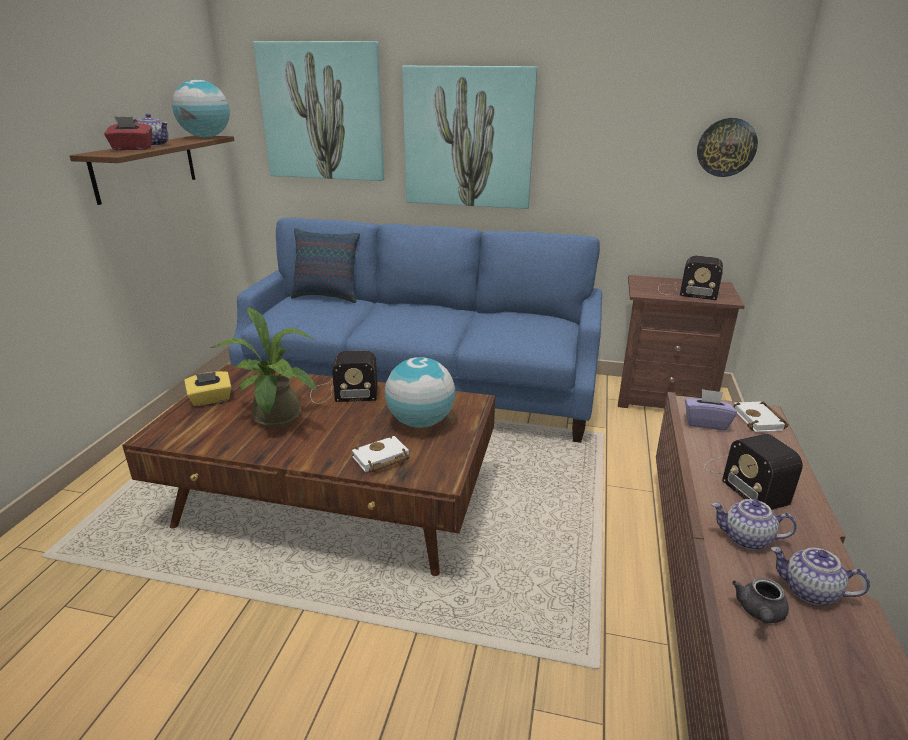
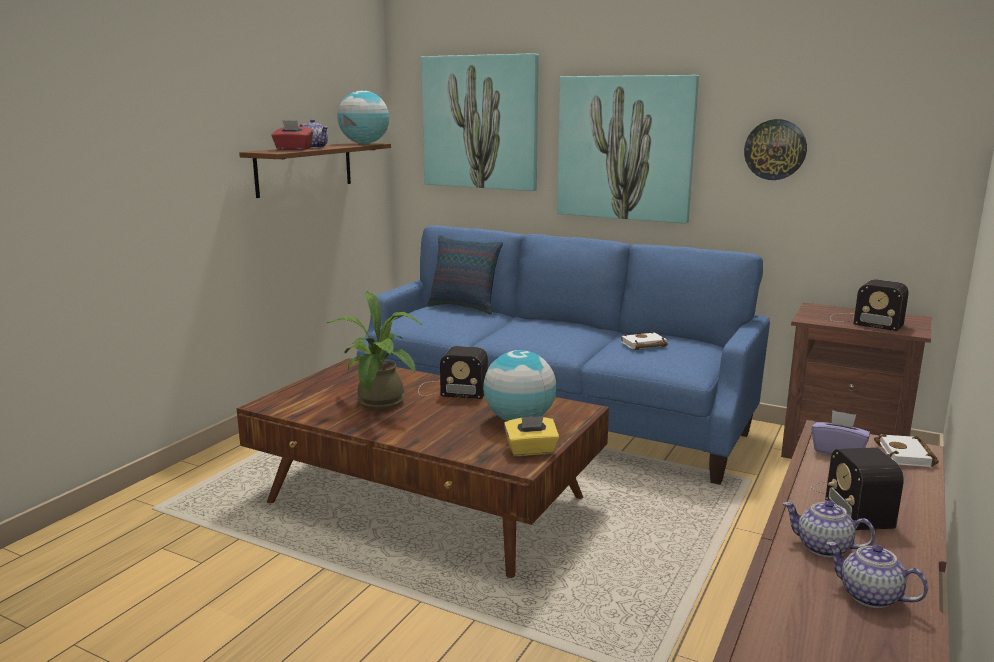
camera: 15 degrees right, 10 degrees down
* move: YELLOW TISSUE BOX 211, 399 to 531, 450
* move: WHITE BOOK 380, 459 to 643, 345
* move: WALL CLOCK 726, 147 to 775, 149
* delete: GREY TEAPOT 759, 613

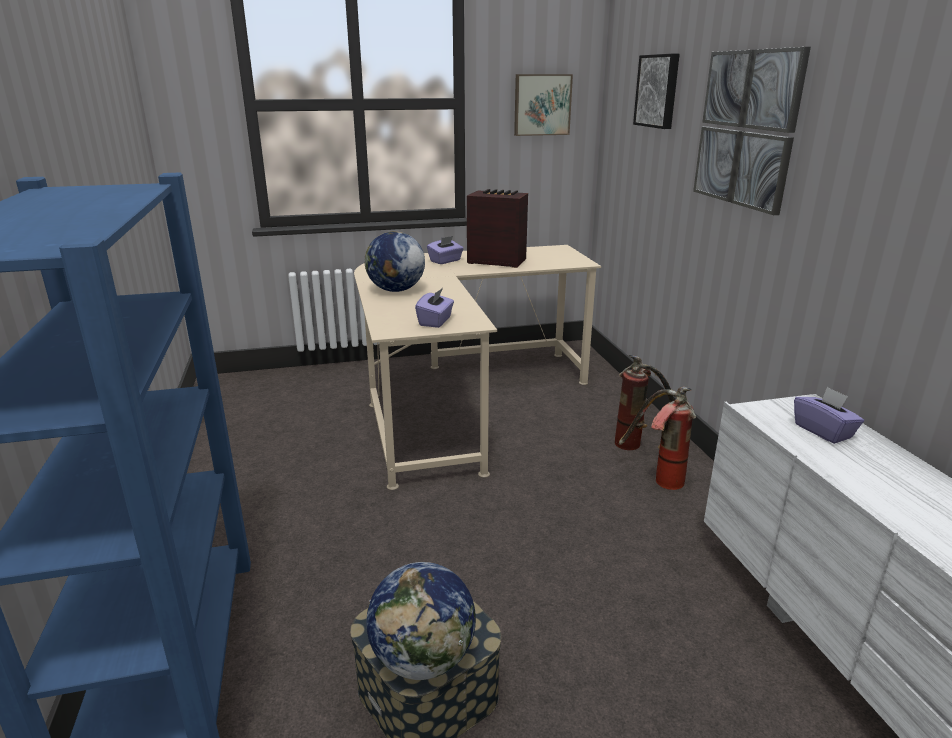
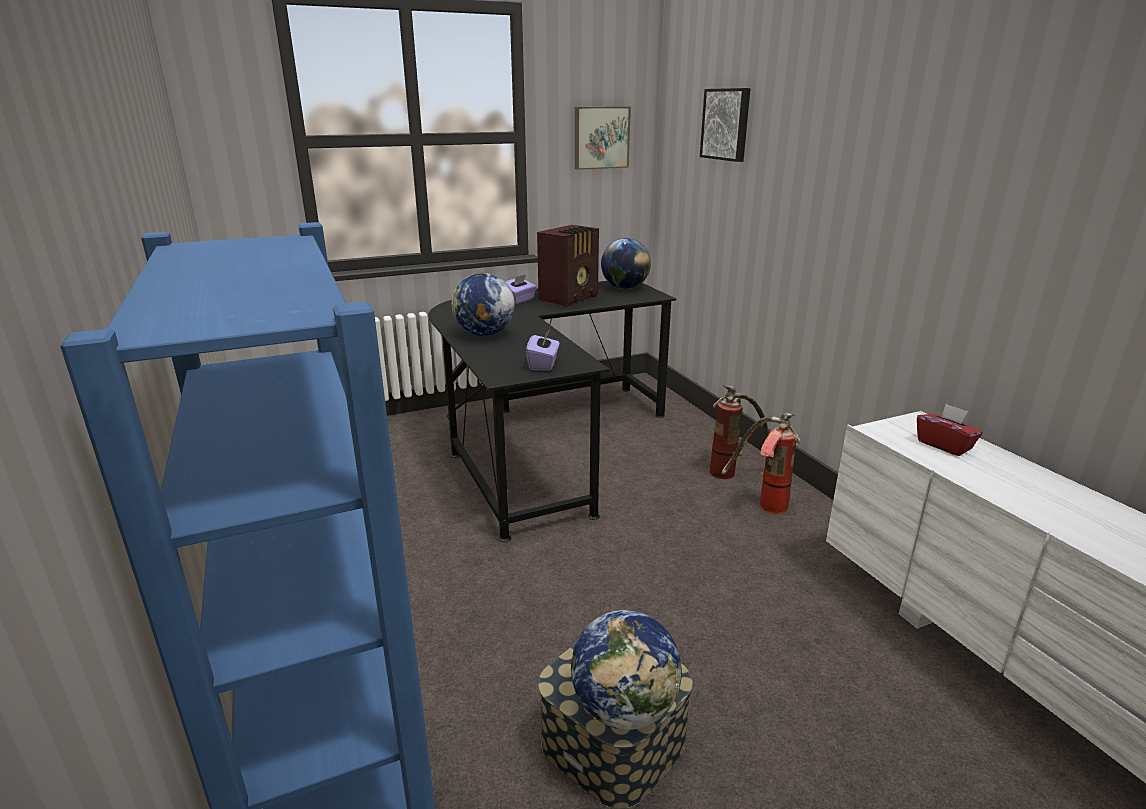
camera: 10 degrees left, 0 degrees up
* recolor: BEIGE DESK 459, 400 to BLACK DESK 542, 443
* rotate: RADIO 496, 261 = 570, 298 120 degrees clockwise
* insert: GLOBE 625, 288
* recolor: PURPLE TISSUE BOX 823, 431 to RED TISSUE BOX 944, 445
* delete: PICTURE 746, 129

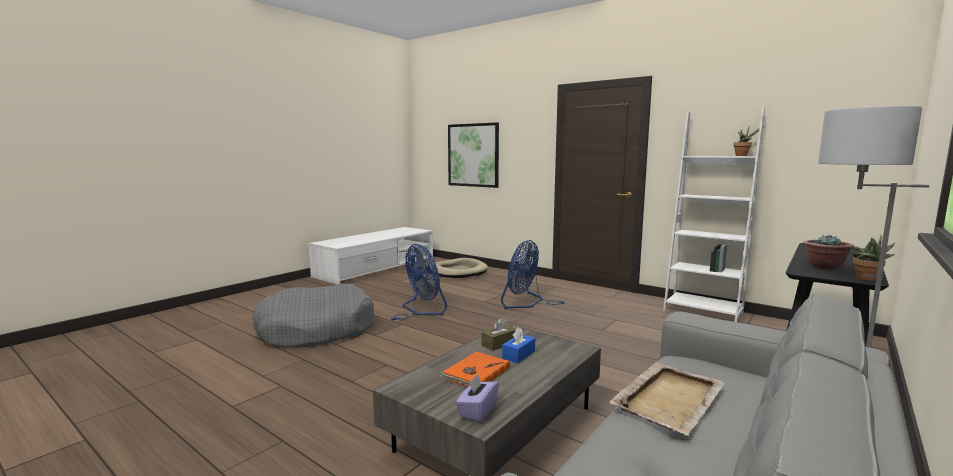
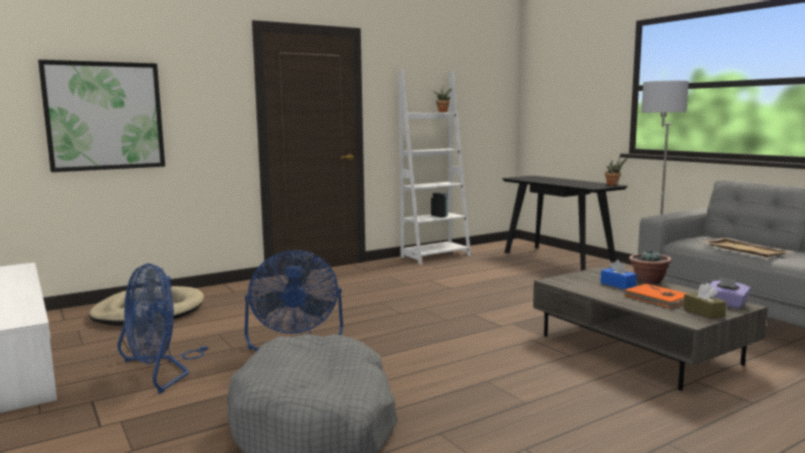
camera: 70 degrees left, 0 degrees up
* move: BLUE FAN 529, 302 to 162, 369
* move: POTTED PLANT 824, 267 to 648, 281
* move: BROWN TISSUE BOX 499, 344 to 703, 312

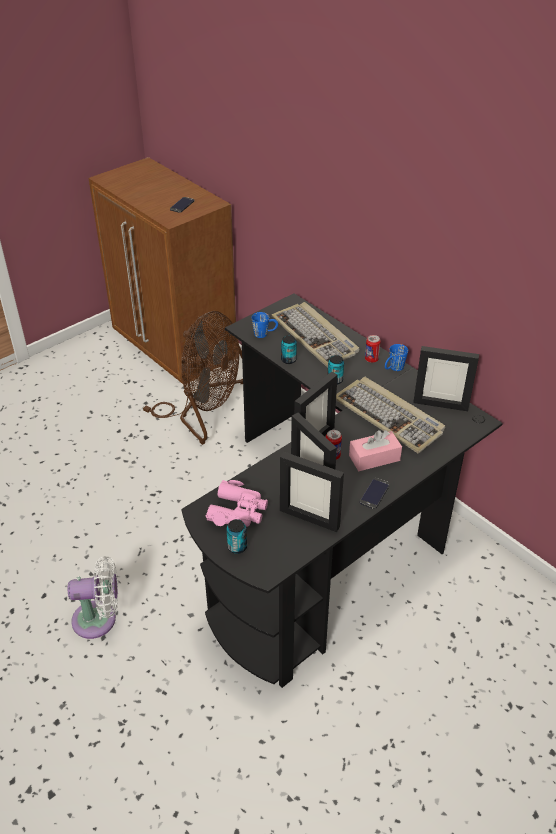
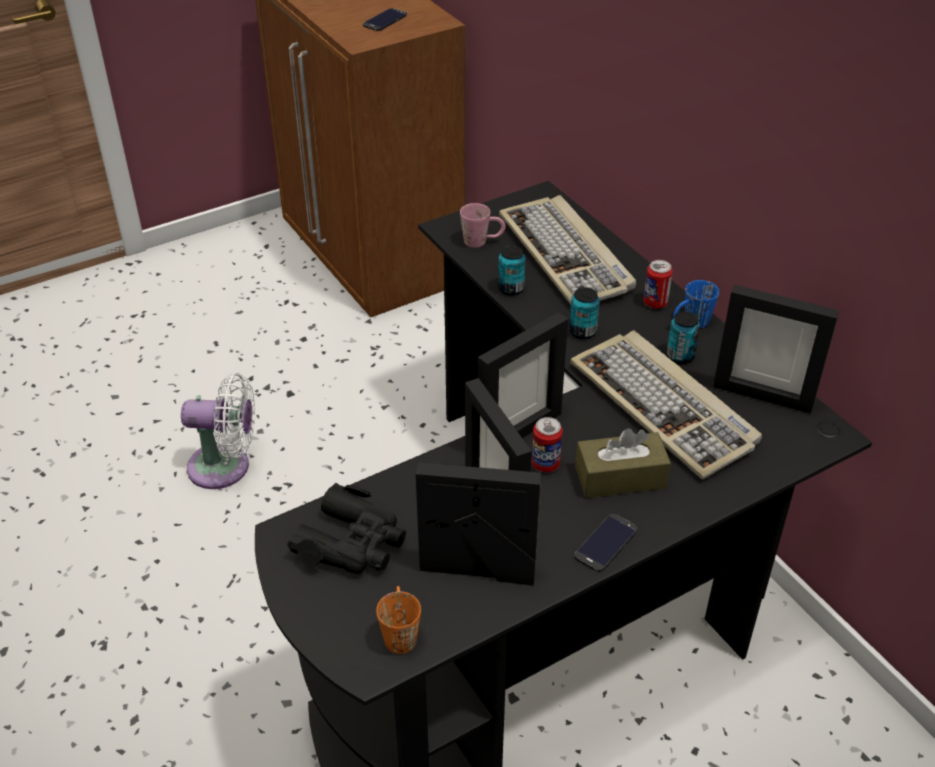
camera: 10 degrees right, 0 degrees up
* move: WHITE FAN 99, 619 to 225, 467
* recolor: PINK BINOCULARS 238, 511 to BLACK BINOCULARS 352, 543
* insert: ORANGE MUG 399, 632
* rotate: PICTURE FRAME 310, 517 = 477, 572 150 degrees clockwise
* recolor: BLUE MUG 265, 333 to PINK MUG 482, 241
* recolor: PINK TISSUE BOX 374, 458 to BROWN TISSUE BOX 620, 477
* move: CAN 237, 547 to 680, 356
* delete: BROWN FAN 203, 409

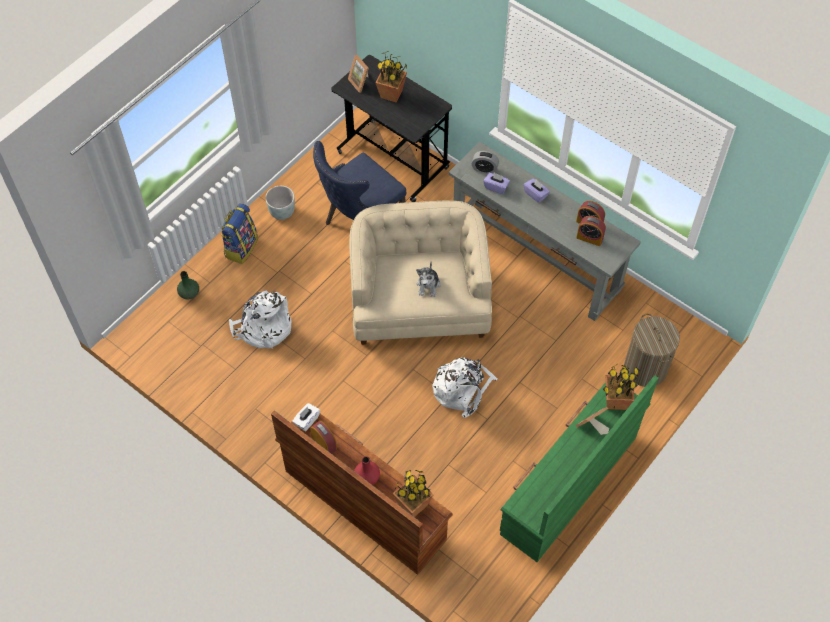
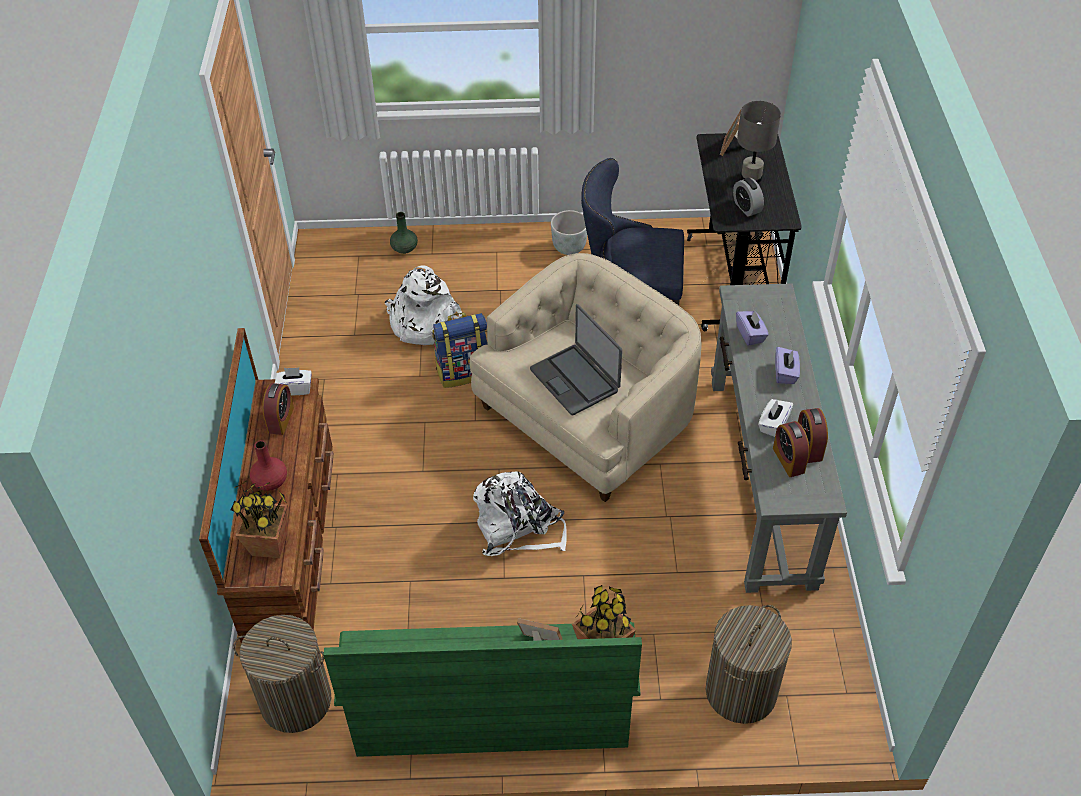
camera: 50 degrees right, 10 degrees down
* insert: LAUNDRY BASKET 295, 700
* move: BACKPACK 241, 247 to 463, 372
* replace: PLUSH TOY 428, 285 to LAPTOP 575, 380
* move: ALARM CLOCK 484, 169 to 746, 208
* replace: POTTED PLANT 391, 94 to GREY TABLE LAMP 751, 177
* insert: WHITE TISSUE BOX 773, 425

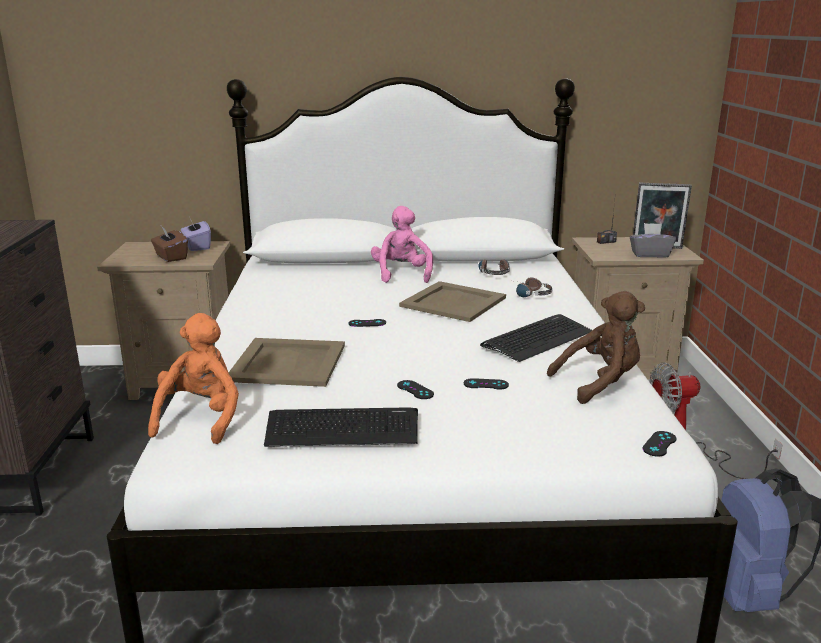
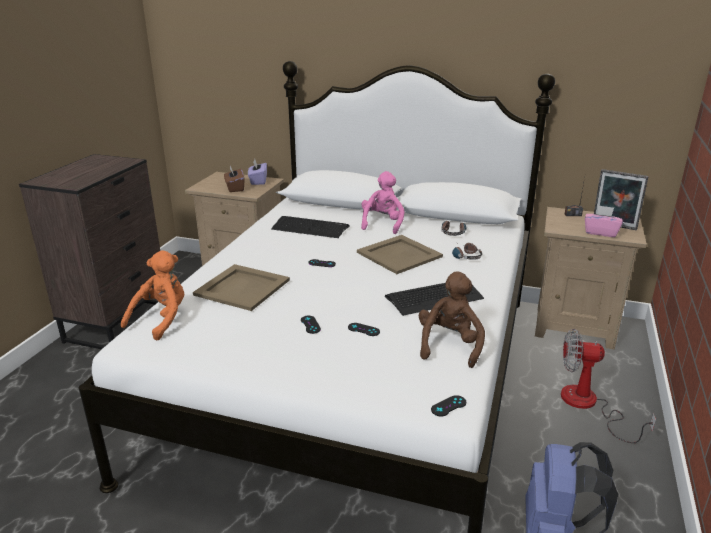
camera: 20 degrees right, 5 degrees up
* move: KEYBOARD 342, 429 to 310, 228
* rotate: BROWN PLUSH TOY 600, 383 = 449, 345 75 degrees counterclockwise
* recolor: GREY TISSUE BOX 650, 254 to PINK TISSUE BOX 600, 232

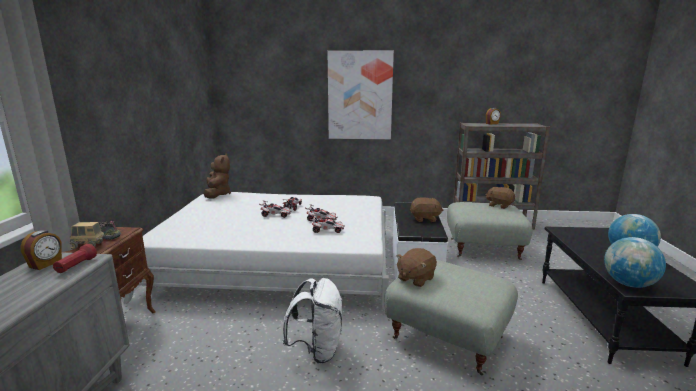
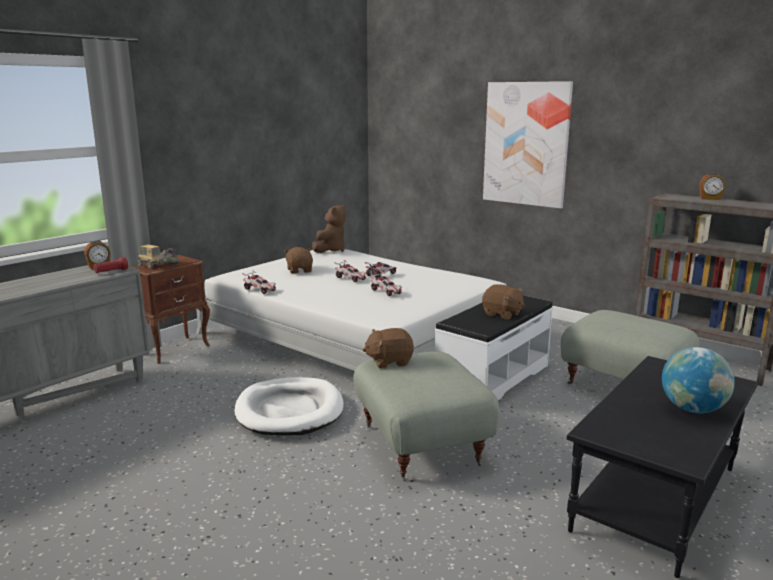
camera: 35 degrees right, 0 degrees up
* replace: WHITE BACKPACK 317, 350 to WHITE DOG BED 290, 411
* move: TOY CAR 327, 230 to 260, 290
* move: BROWN PLUSH TOY 499, 205 to 300, 270
* delete: GLOBE 628, 284

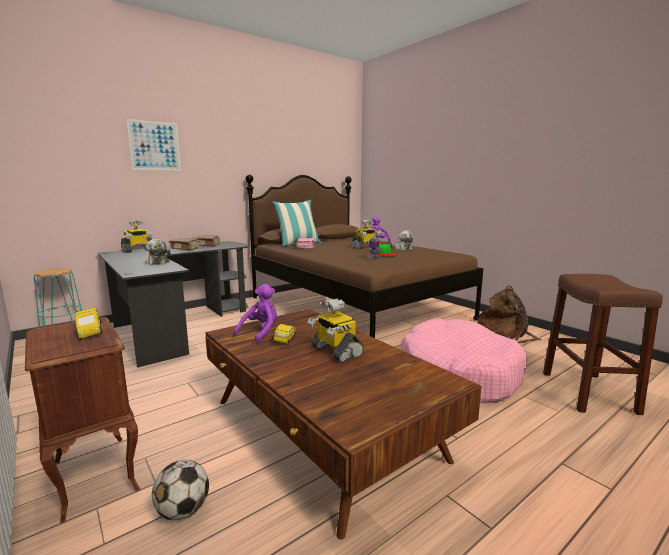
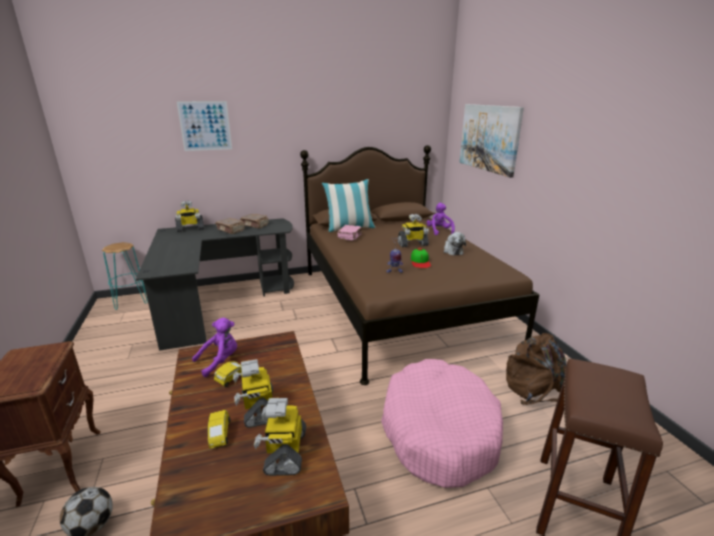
camera: 20 degrees right, 10 degrees up
* move: YELLOW TOY CAR 89, 332 to 219, 435
* insert: TOY ROBOT 285, 451
* insert: PICTURE 489, 138
* delete: PLUSH TOY 158, 262

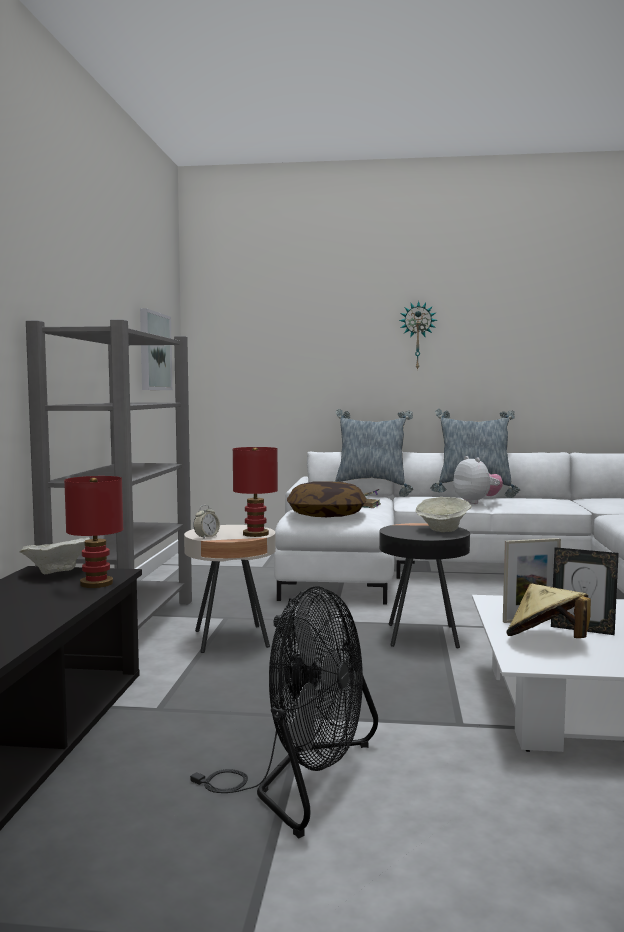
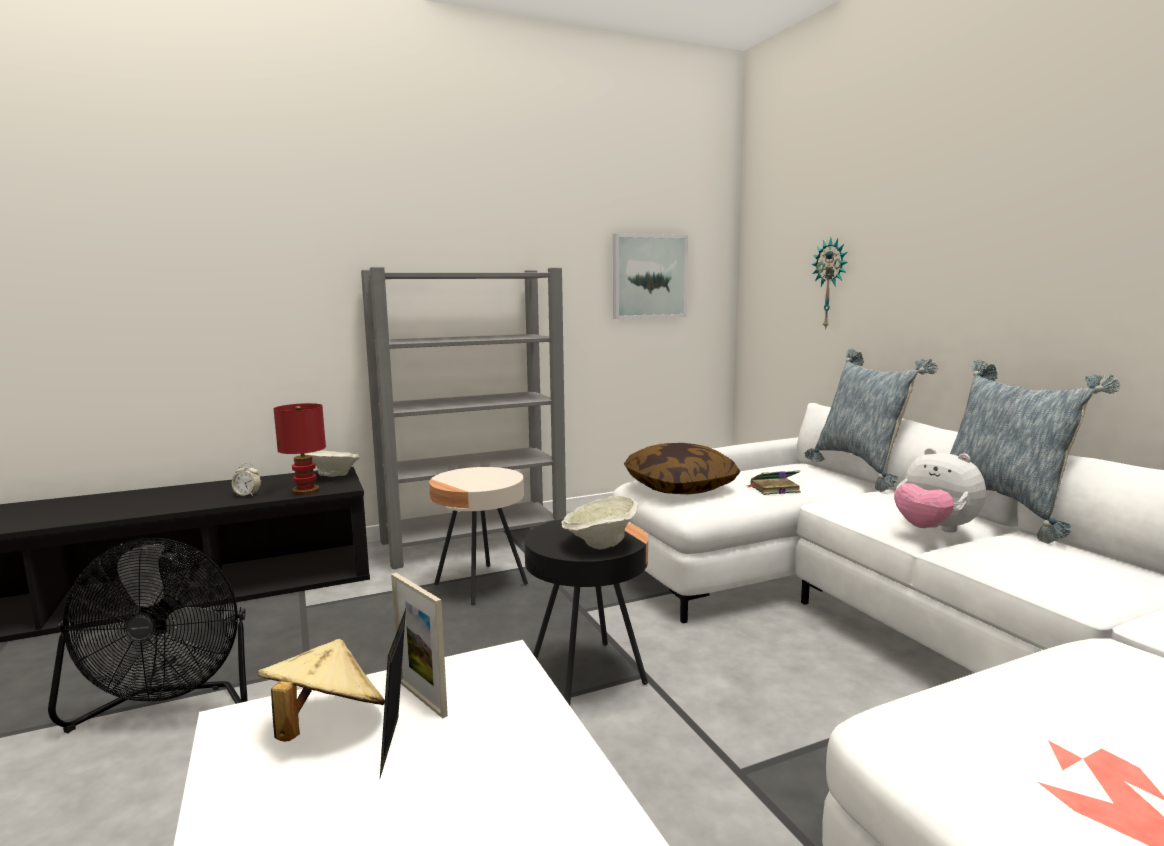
camera: 60 degrees right, 5 degrees up
* move: ALARM CLOCK 206, 537 to 247, 495
* move: WALL CLOCK 417, 336 to 831, 284
* rotate: PLUSH TOY 476, 502 = 934, 530 105 degrees clockwise
* delete: RED TABLE LAMP 256, 534

